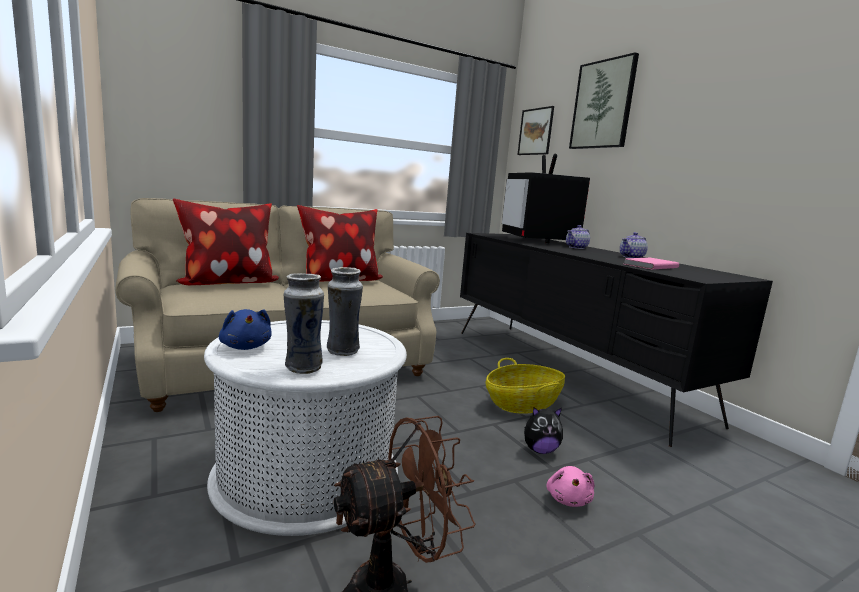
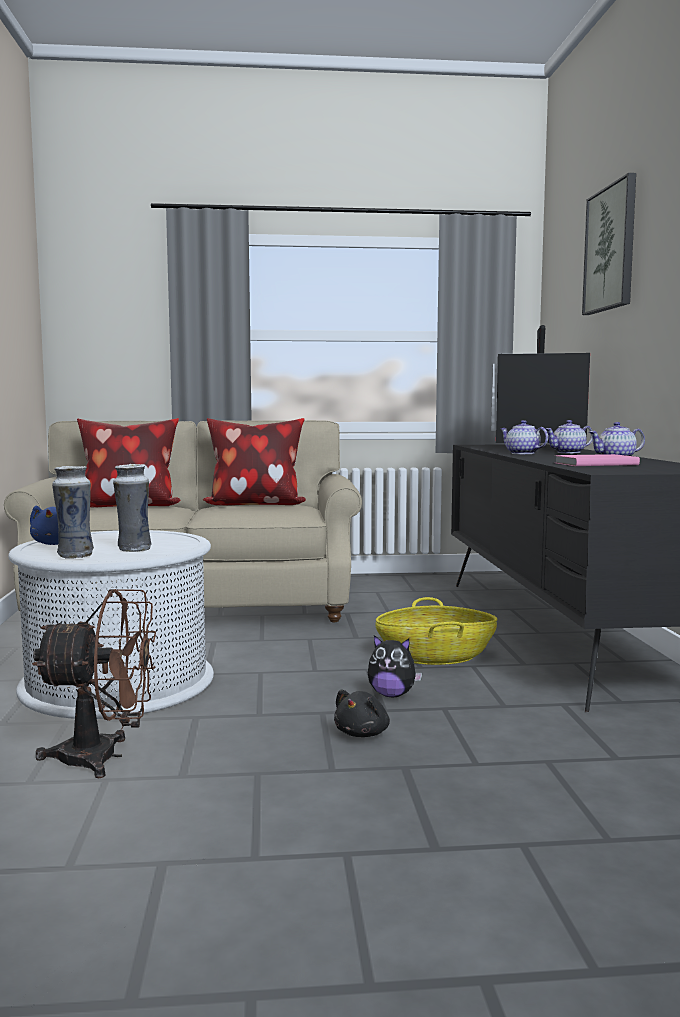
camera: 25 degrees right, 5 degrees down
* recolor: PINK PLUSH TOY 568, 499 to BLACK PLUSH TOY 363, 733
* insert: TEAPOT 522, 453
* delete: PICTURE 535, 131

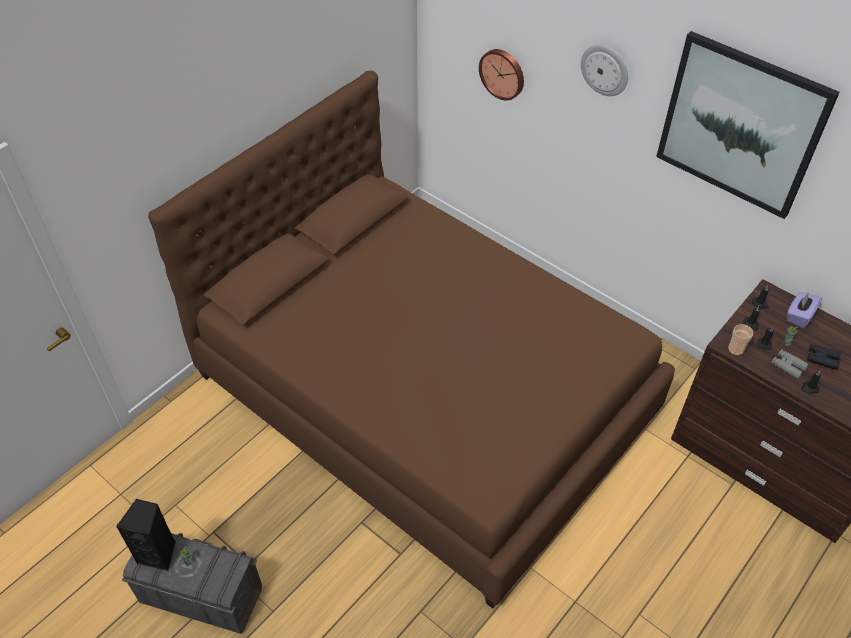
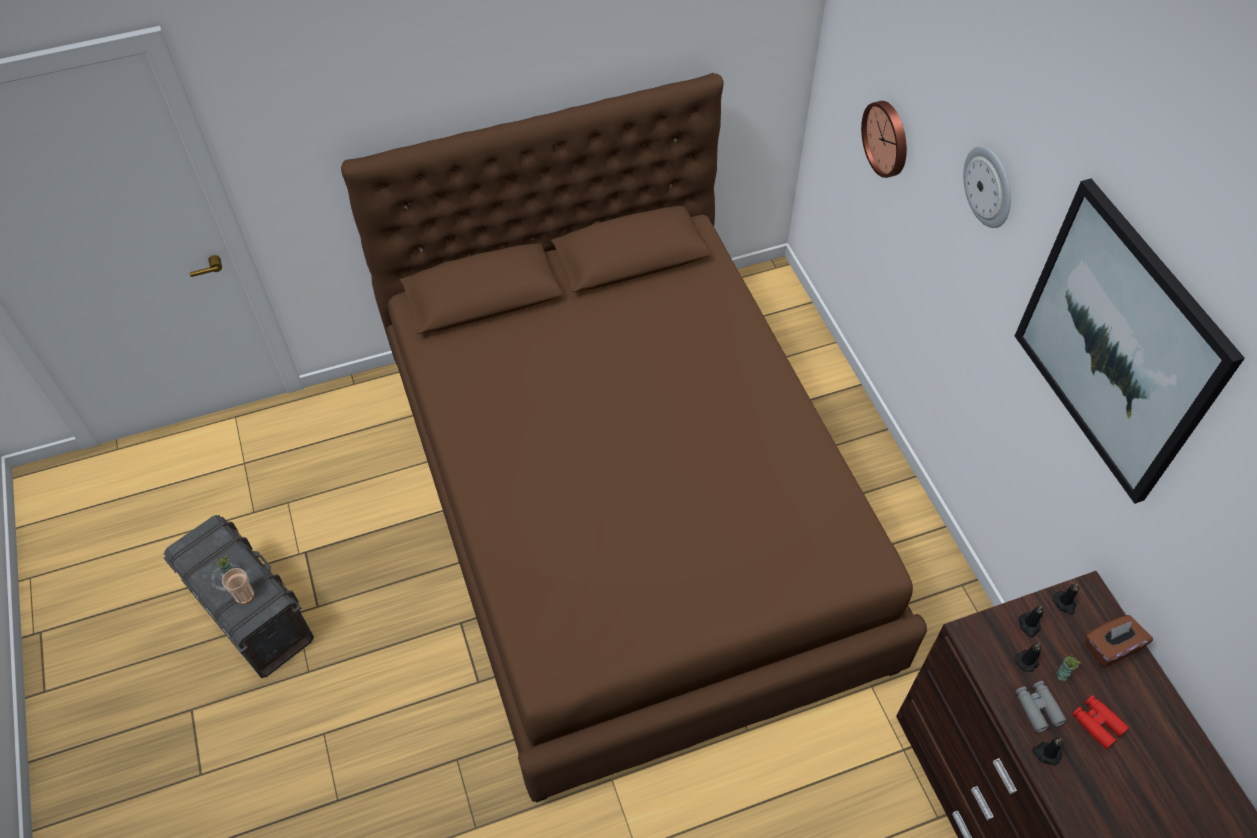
camera: 30 degrees right, 5 degrees up
* move: CUP 735, 349 to 244, 595
* recolor: BLACK BINOCULARS 822, 359 to RED BINOCULARS 1097, 723
* recolor: PURPLE TISSUE BOX 799, 316 to BROWN TISSUE BOX 1110, 647
* delete: BLACK SPEAKER 159, 554

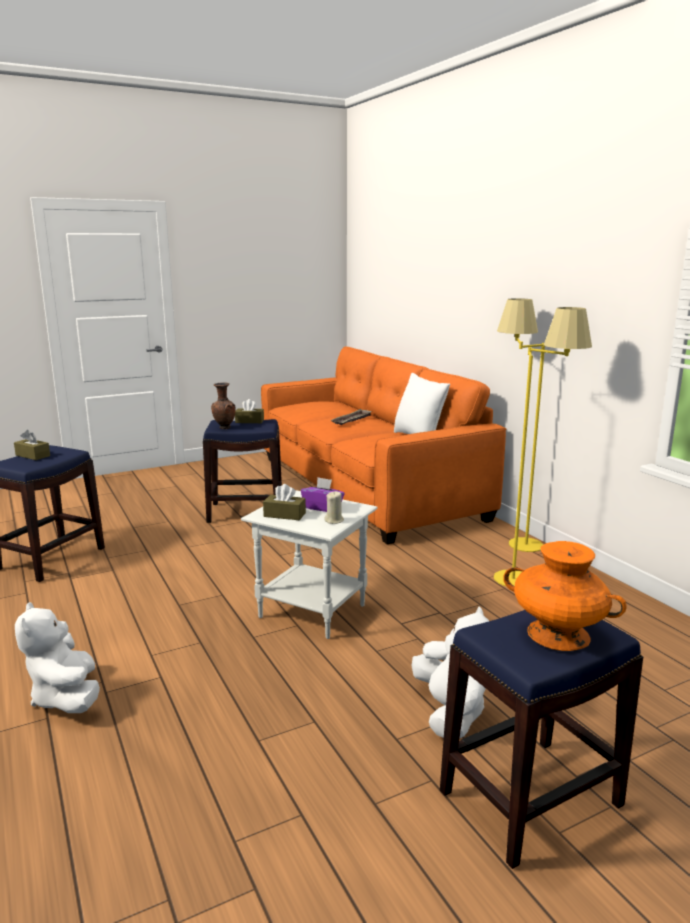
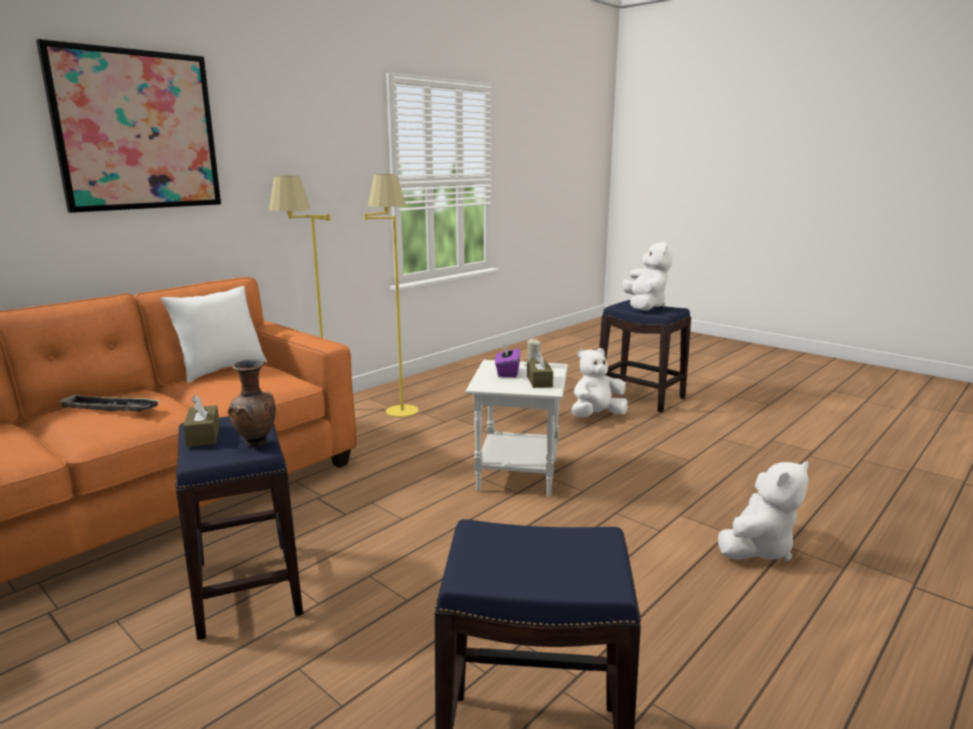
camera: 110 degrees left, 0 degrees up
* insert: PICTURE 137, 131
* replace: ORANGE VASE 557, 634 to WHITE PLUSH TOY 645, 306
* delete: BROWN TISSUE BOX 33, 455

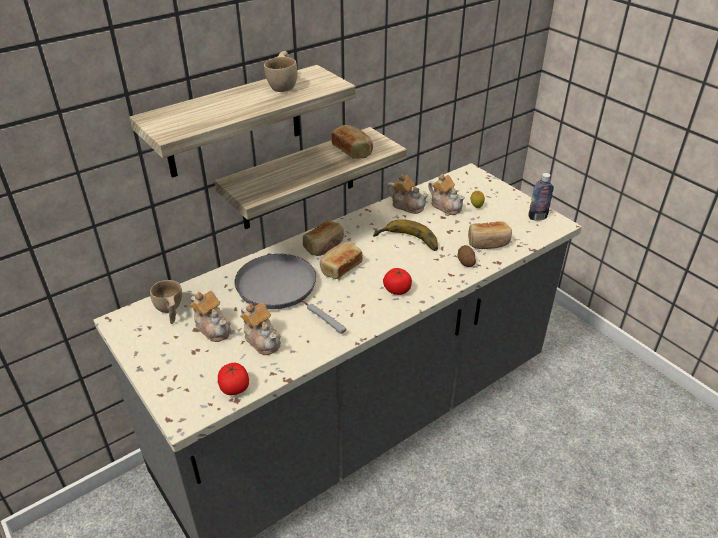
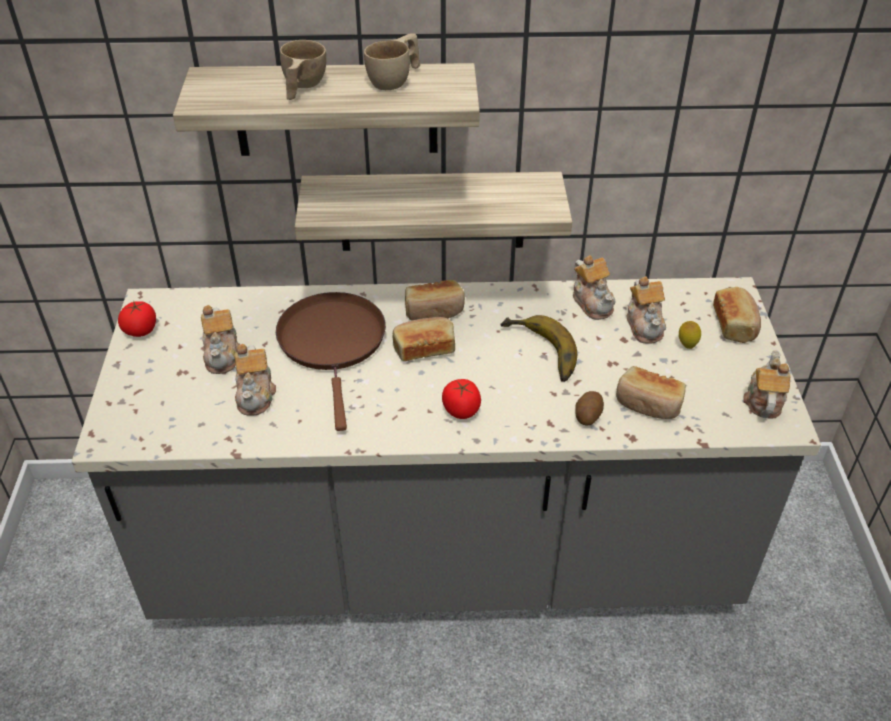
camera: 35 degrees right, 5 degrees up
* move: TOMATO 234, 388 to 141, 330
* recolor: GREY FRYING PAN 281, 289 to BROWN FRYING PAN 333, 343
* move: BEIGE CUP 170, 311 to 301, 88
* move: BREAD 352, 150 to 735, 324
* replace: BOTTLE 537, 217 to TEAPOT 763, 400

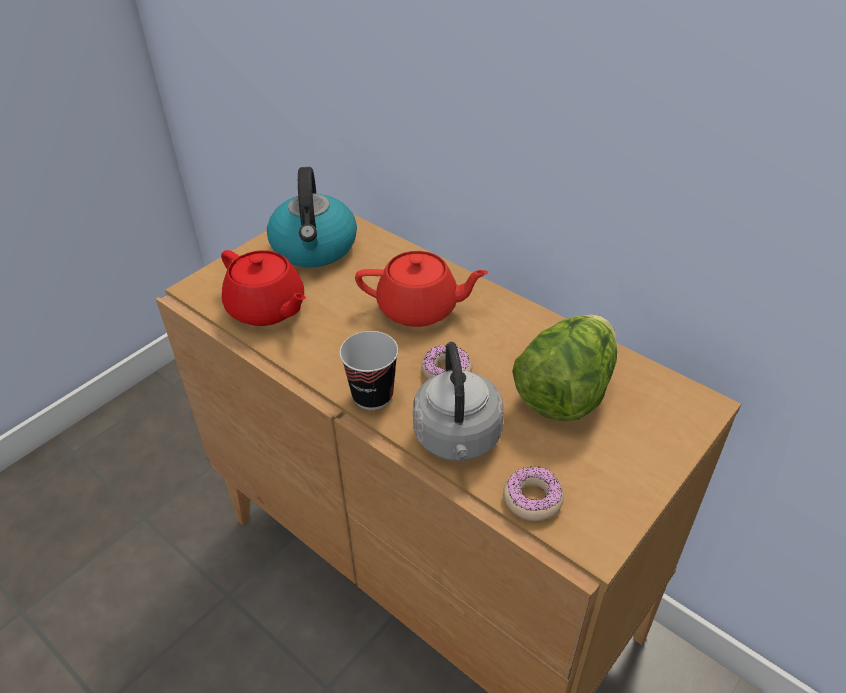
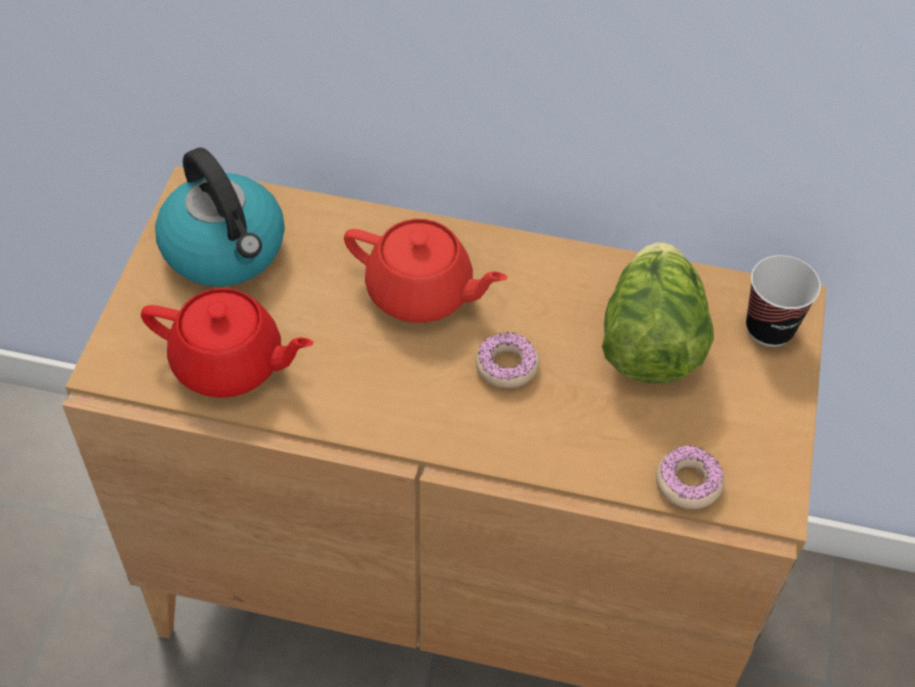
camera: 30 degrees left, 10 degrees up
* rotate: RED TEAPOT 419, 309 = 421, 293 45 degrees clockwise
* move: CUP 372, 395 to 769, 328
* delete: GREY KETTLE 458, 439

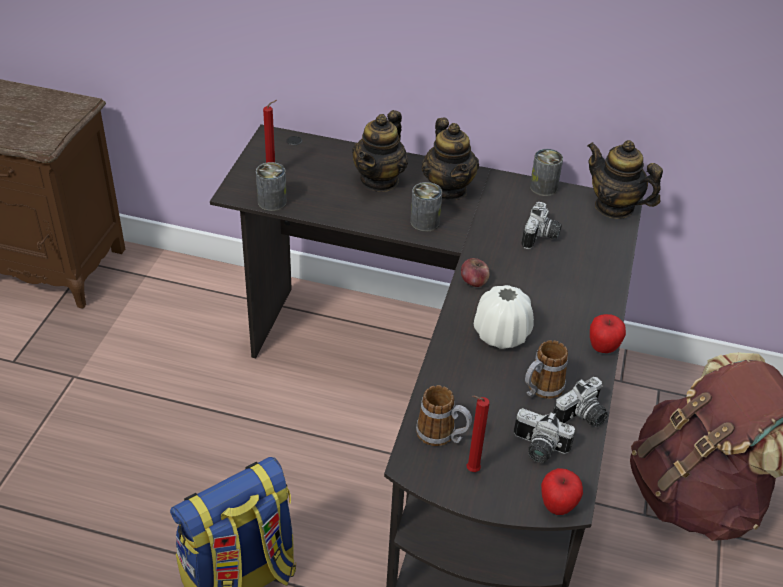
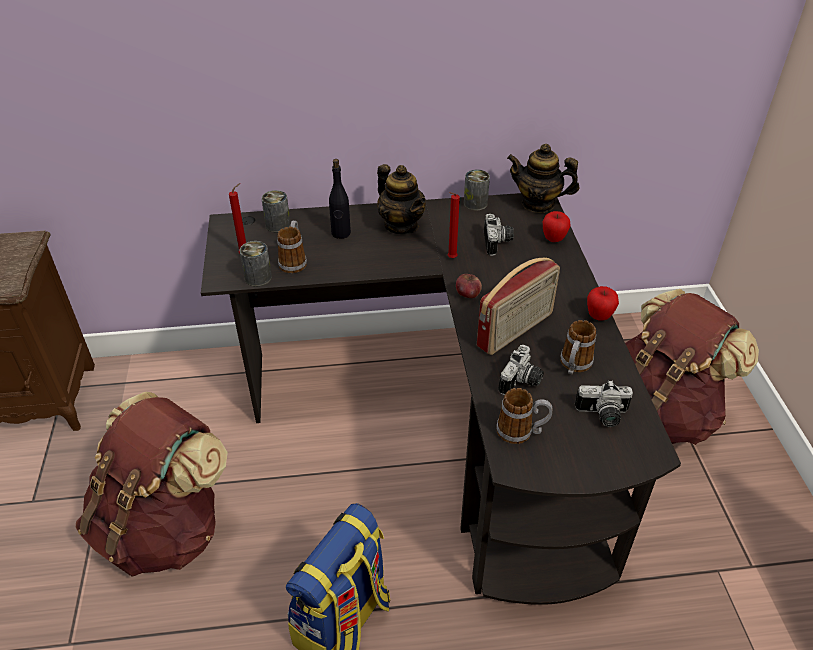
camera: 20 degrees left, 0 degrees up
* insert: BROWN BACKPACK 165, 527
* move: CAN 424, 222 to 278, 225
* insert: MUG 294, 261
* replace: TEAPOT 380, 180 to BLACK BOTTLE 341, 233
* move: RED CANDLE 470, 470 to 450, 259
* replace: WHITE VASE 501, 334 to RADIO 516, 331
* move: PHOTO CAMERA 582, 418 to 522, 382
* move: APPLE 557, 506 to 554, 239

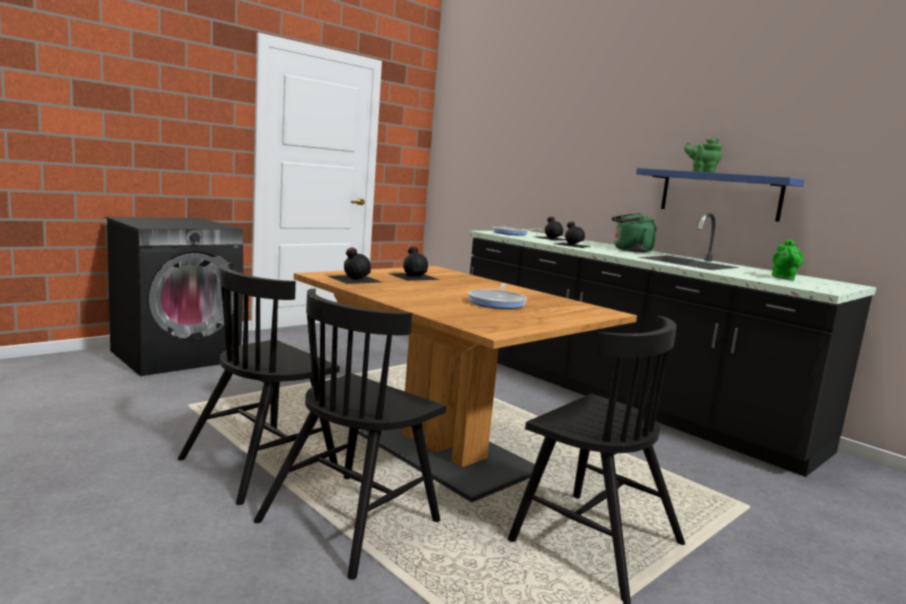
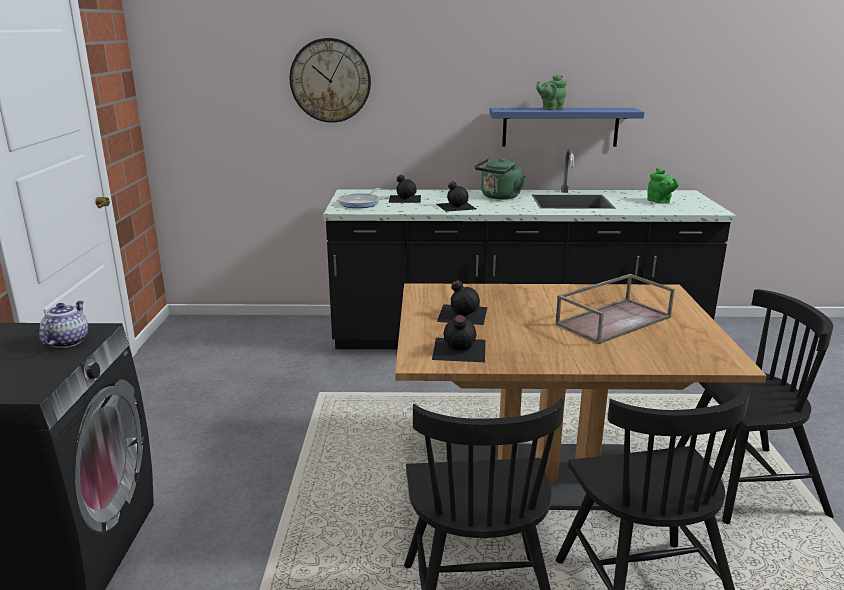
camera: 45 degrees left, 10 degrees up
* insert: TEAPOT 67, 341
* insert: WALL CLOCK 330, 80
* replace: FRYING PAN 497, 302 to BROWN TRAY 613, 320

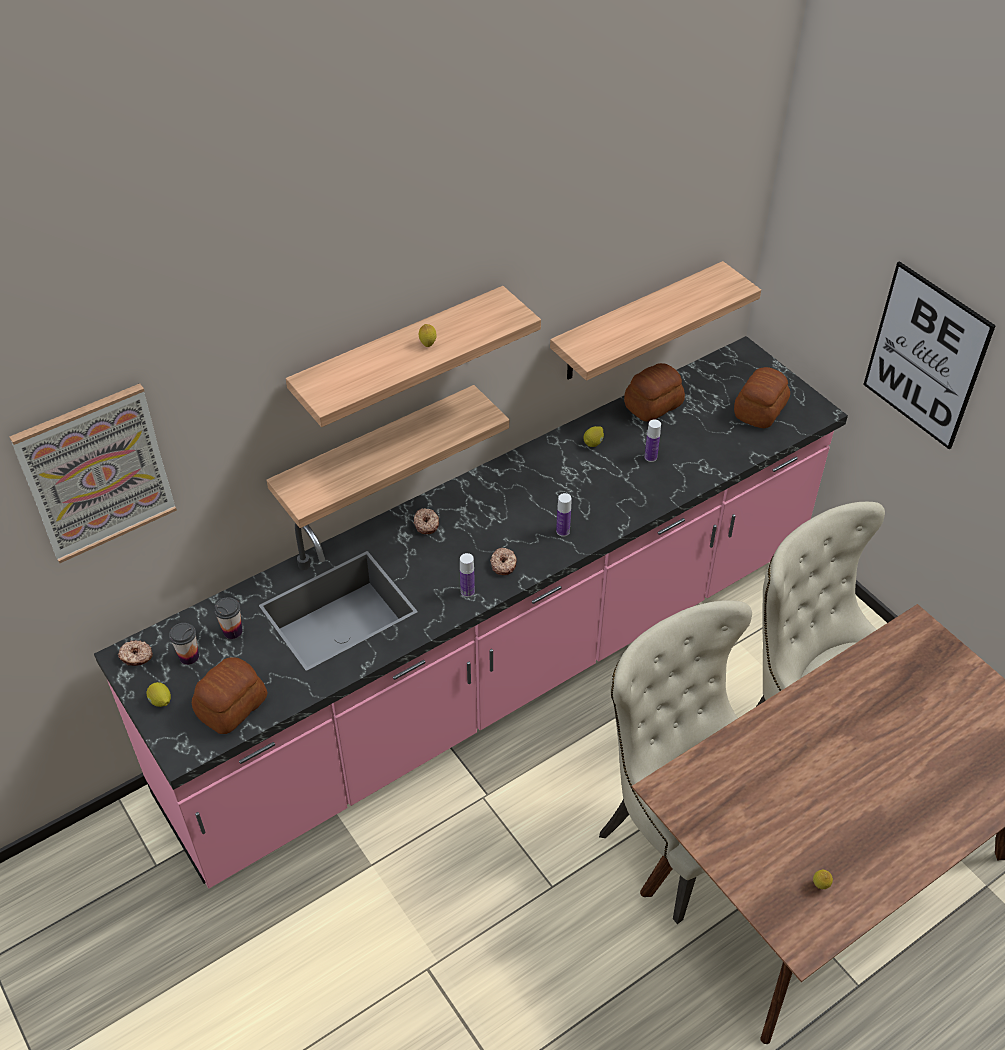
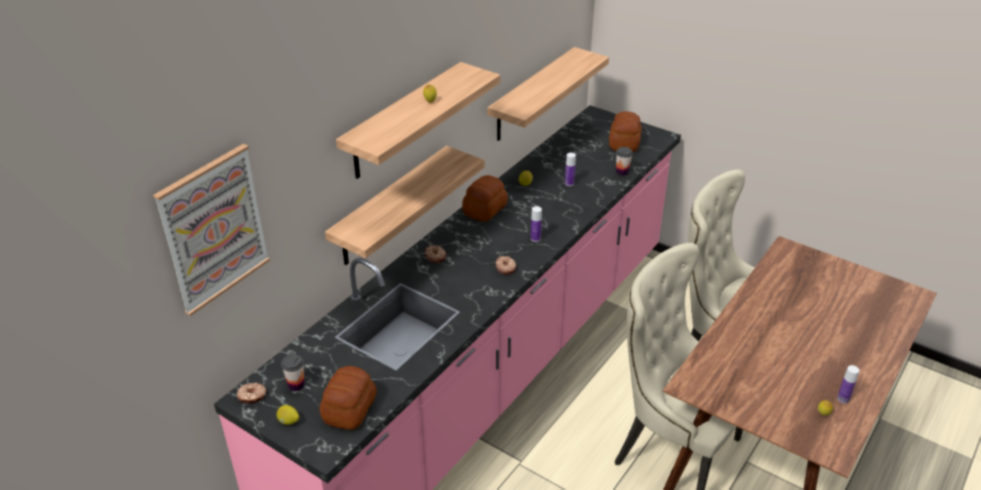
camera: 20 degrees left, 10 degrees down
* move: BREAD 652, 405 to 484, 209
* move: CUP 232, 631 to 622, 172
* move: BOTTLE 467, 591 to 843, 399
* delete: PICTURE 926, 356

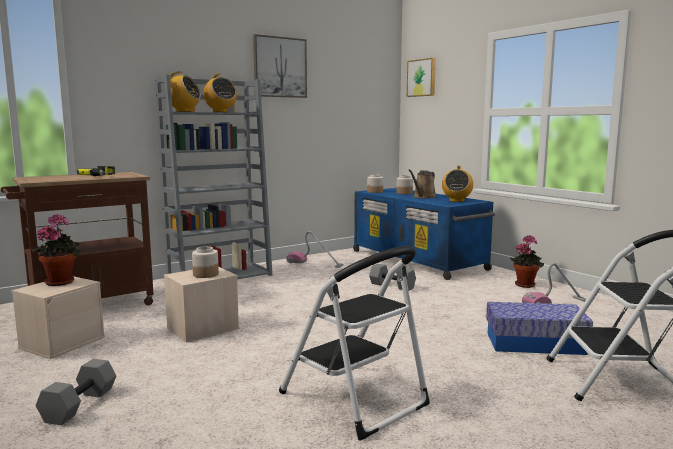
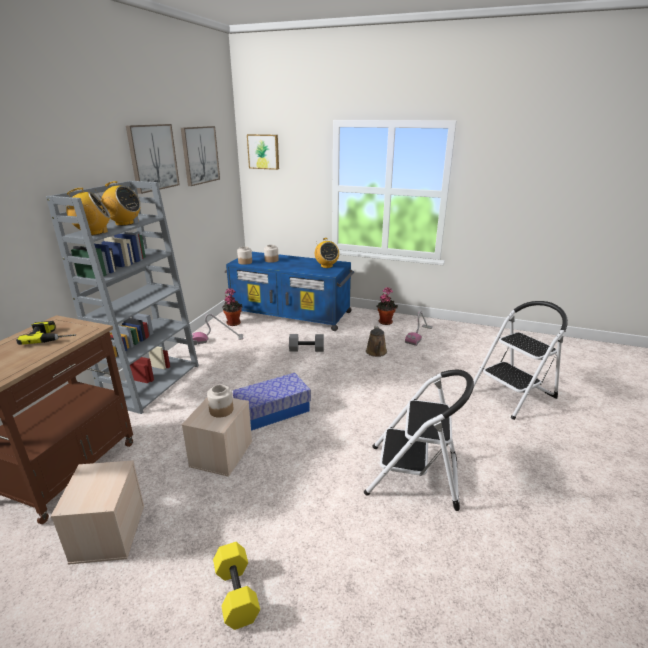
camera: 35 degrees left, 15 degrees up
* insert: PICTURE 200, 155
* recolor: GREY DUMBBELL 79, 404 to YELLOW DUMBBELL 235, 593
* move: POTTED PLANT 61, 281 to 233, 322
* move: STORAGE BOX 535, 343 to 273, 411
* move: BROWN WATERING CAN 423, 197 to 376, 352

